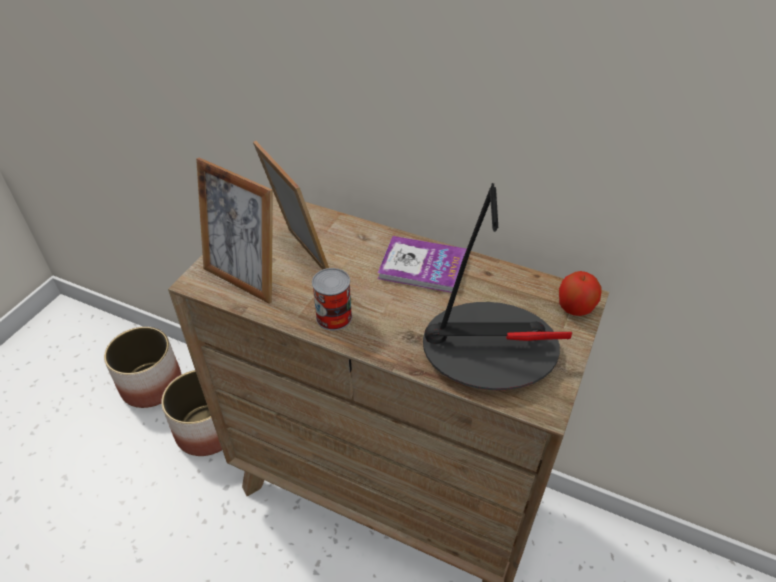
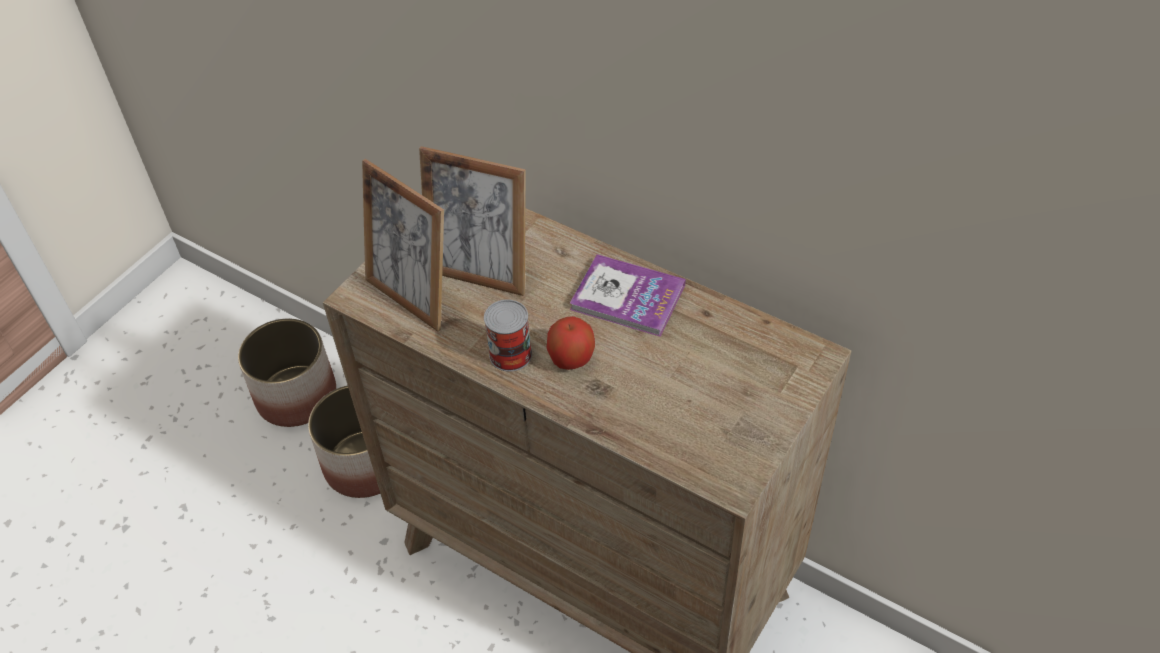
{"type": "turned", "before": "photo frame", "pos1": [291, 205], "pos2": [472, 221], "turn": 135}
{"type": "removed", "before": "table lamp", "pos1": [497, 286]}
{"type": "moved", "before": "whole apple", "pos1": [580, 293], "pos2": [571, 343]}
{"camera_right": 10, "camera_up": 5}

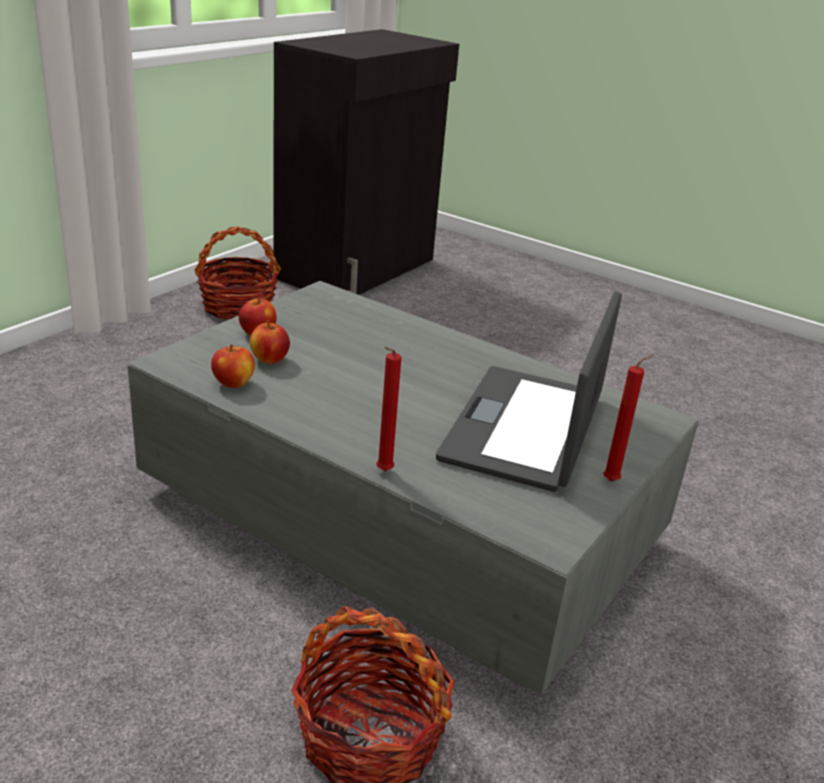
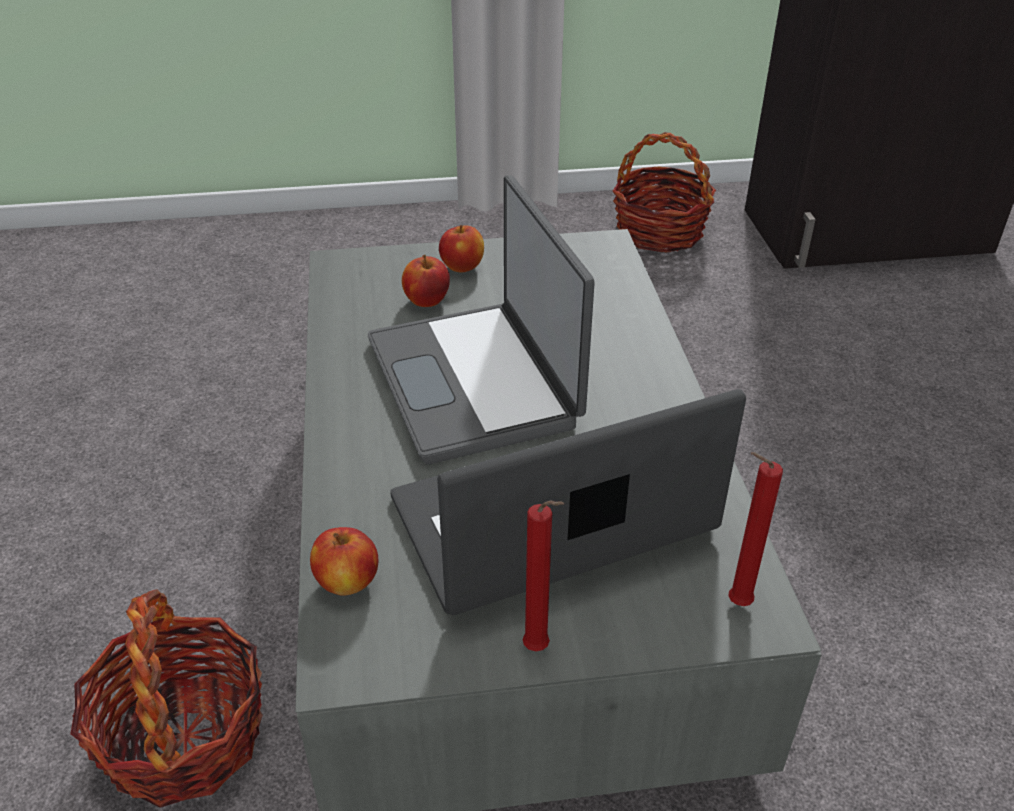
{"type": "moved", "before": "whole apple", "pos1": [233, 366], "pos2": [344, 561]}
{"type": "moved", "before": "candle in red-coloured", "pos1": [389, 409], "pos2": [755, 529]}
{"type": "added", "after": "laptop", "pos2": [481, 319]}
{"camera_right": 50, "camera_up": 10}

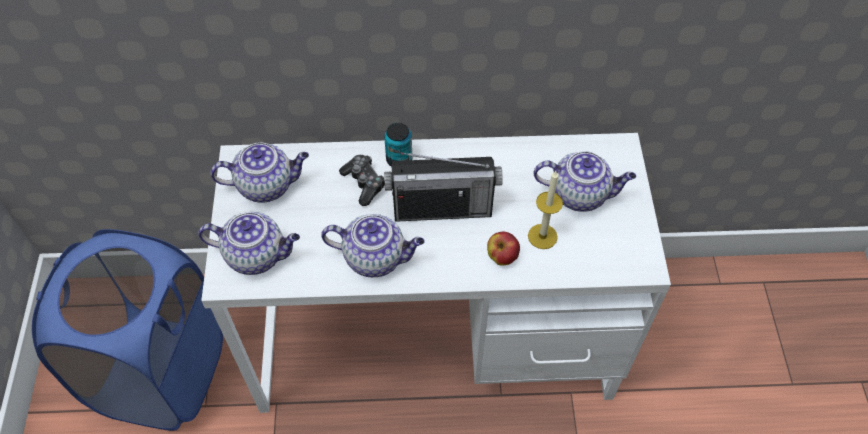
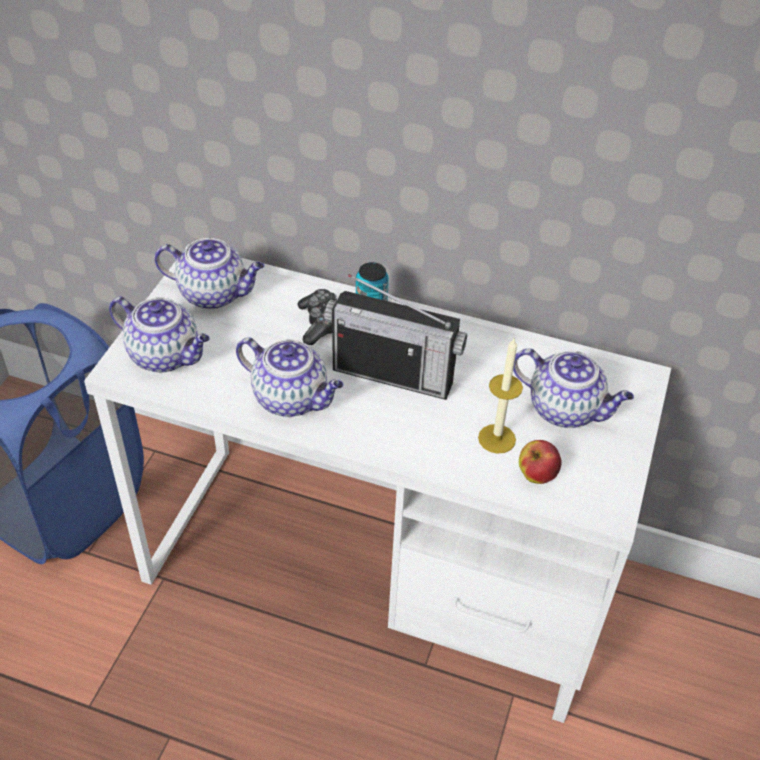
{"type": "moved", "before": "whole apple", "pos1": [503, 248], "pos2": [540, 462]}
{"camera_right": 20, "camera_up": -10}

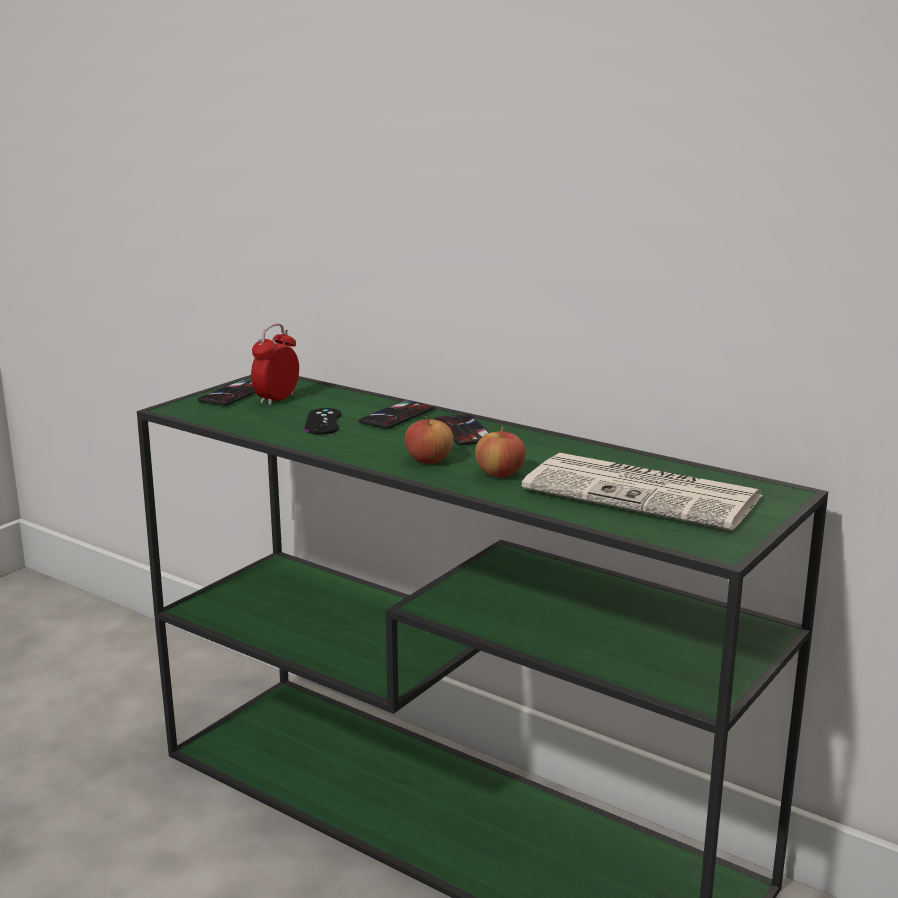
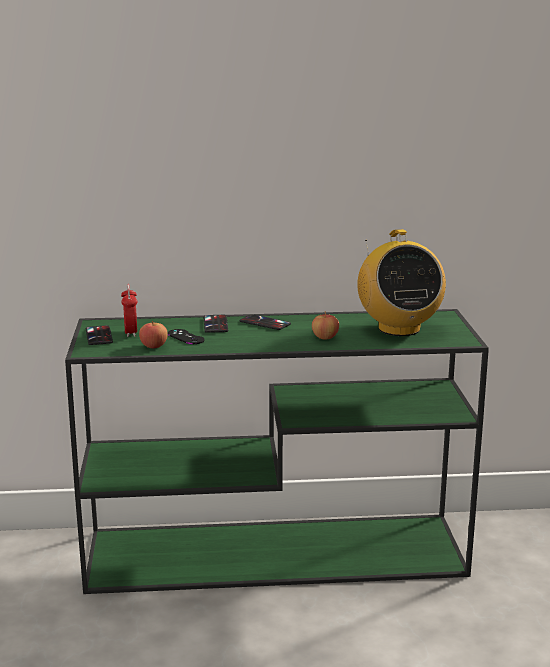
{"type": "moved", "before": "whole apple", "pos1": [429, 440], "pos2": [153, 334]}
{"type": "replaced", "before": "newspaper", "after": "radio set", "pos1": [642, 492], "pos2": [401, 282]}
{"camera_right": -40, "camera_up": 0}

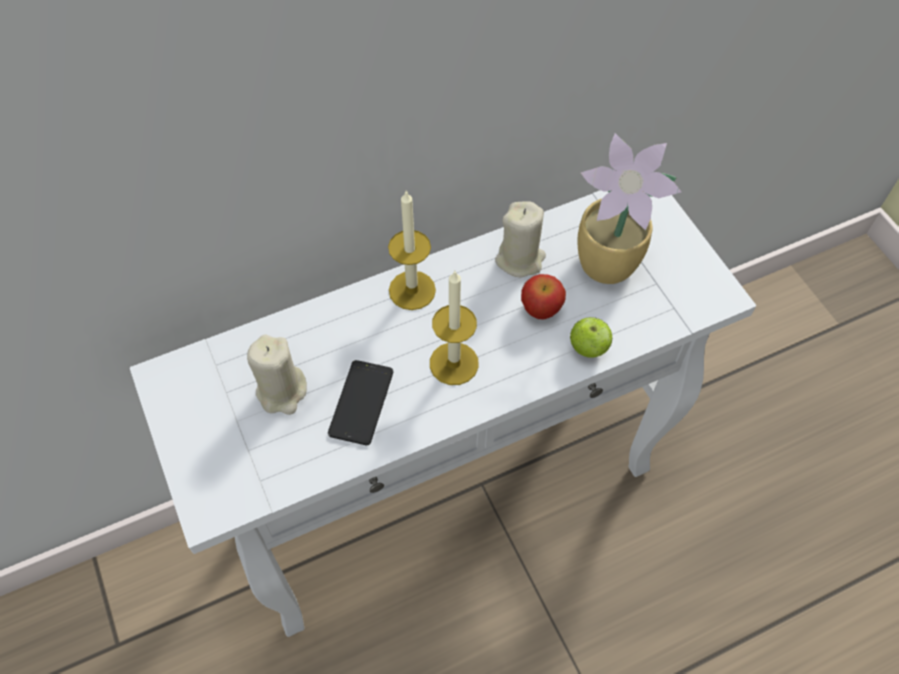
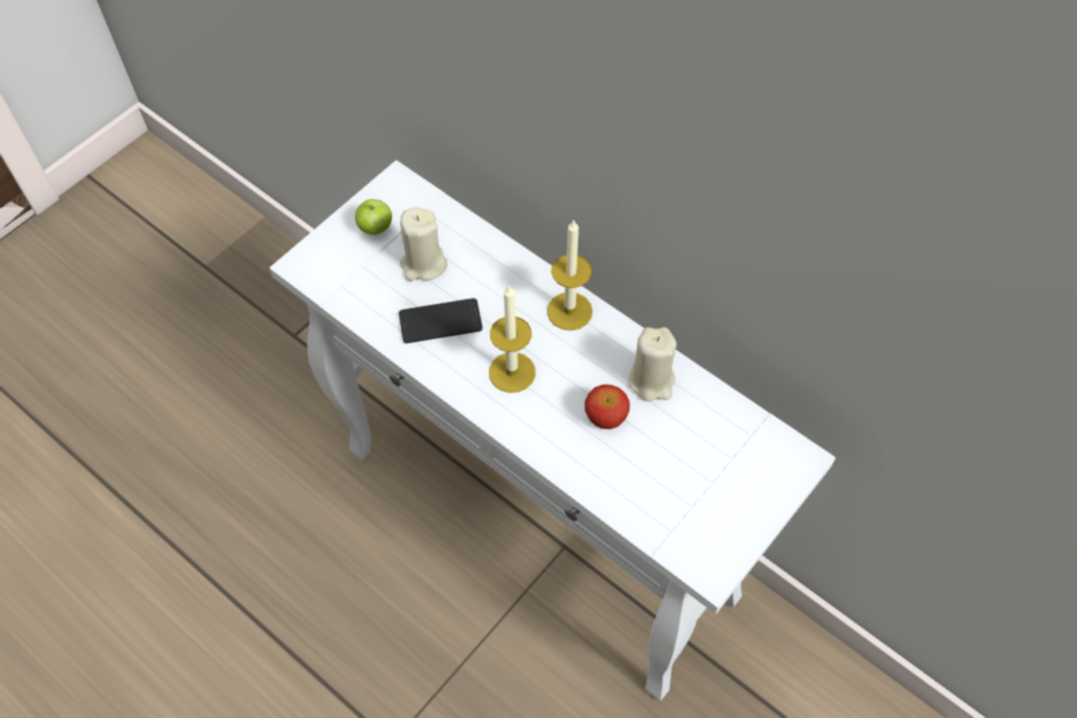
{"type": "moved", "before": "whole apple", "pos1": [591, 337], "pos2": [373, 217]}
{"type": "removed", "before": "houseplant", "pos1": [629, 208]}
{"camera_right": 65, "camera_up": 0}

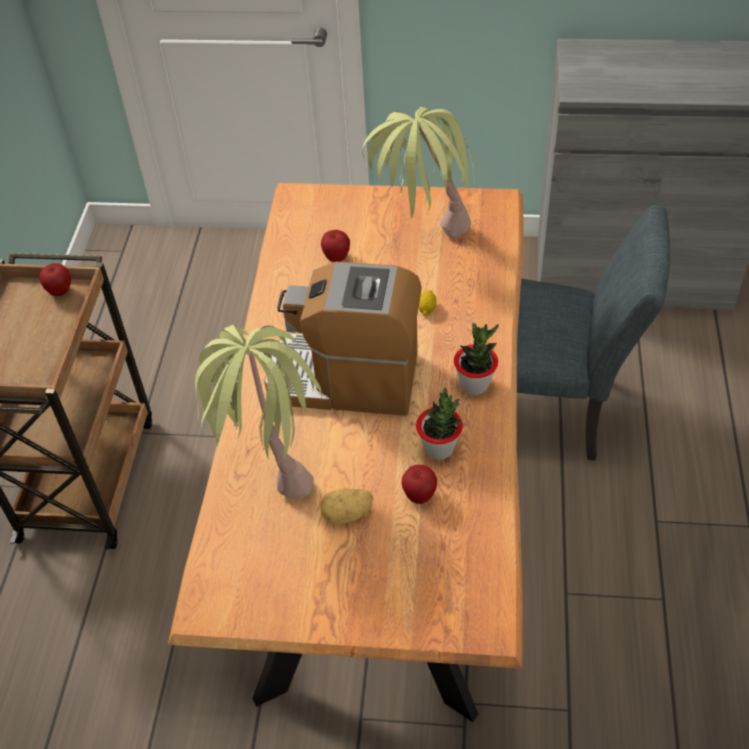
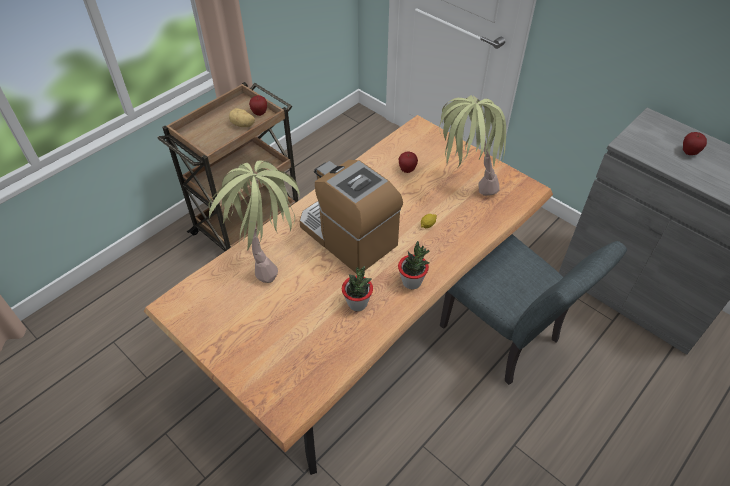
{"type": "moved", "before": "spud", "pos1": [346, 506], "pos2": [242, 117]}
{"type": "moved", "before": "whole apple", "pos1": [419, 484], "pos2": [695, 143]}
{"camera_right": 35, "camera_up": 0}

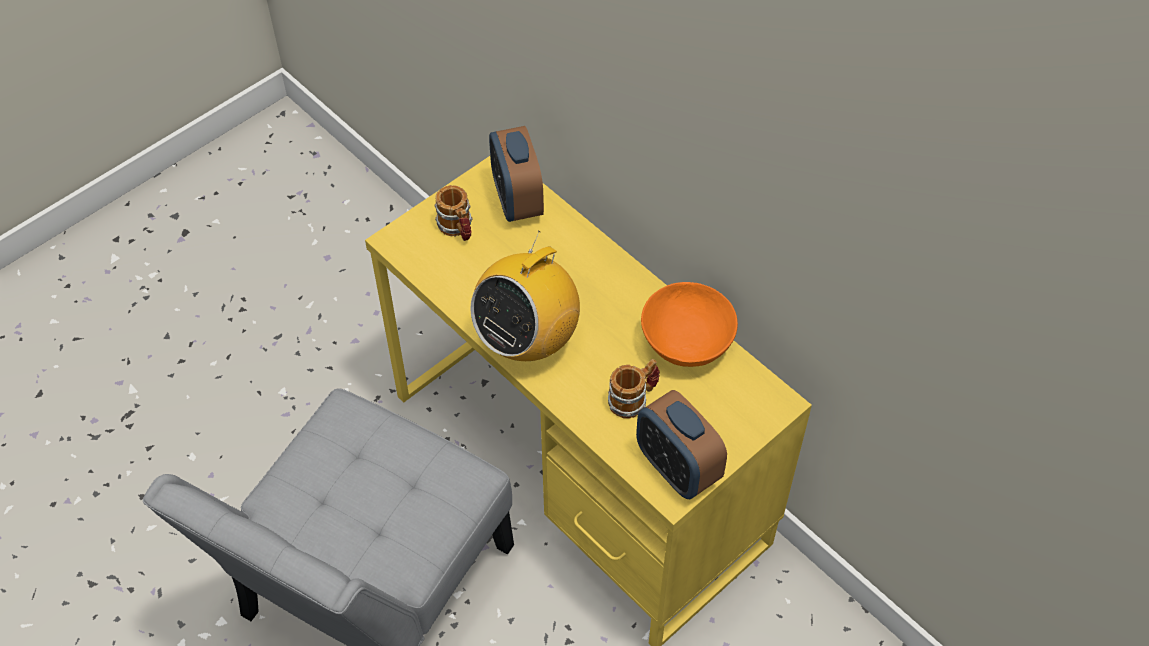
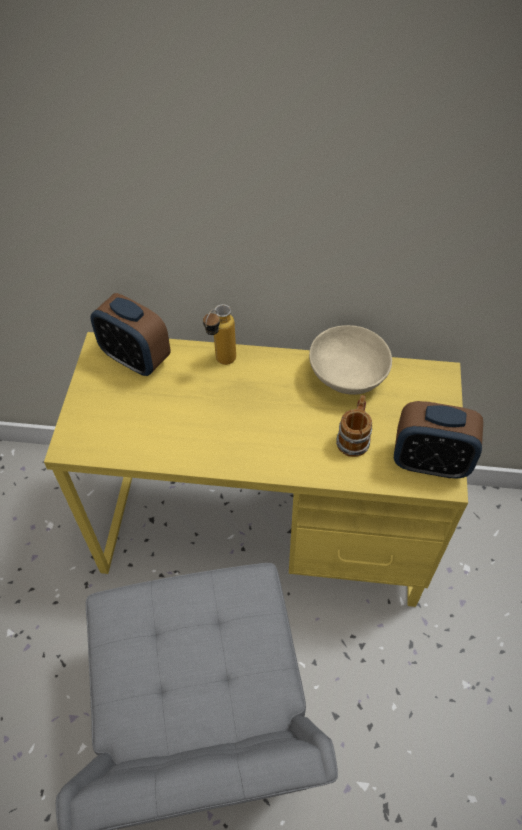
{"type": "removed", "before": "mug", "pos1": [453, 213]}
{"type": "removed", "before": "radio set", "pos1": [525, 296]}
{"type": "recoloured", "before": "bowl in orangey", "after": "bowl in beige-coloured", "pos1": [689, 324], "pos2": [350, 360]}
{"type": "added", "after": "beverage bottle", "pos2": [219, 334]}
{"camera_right": -40, "camera_up": 0}

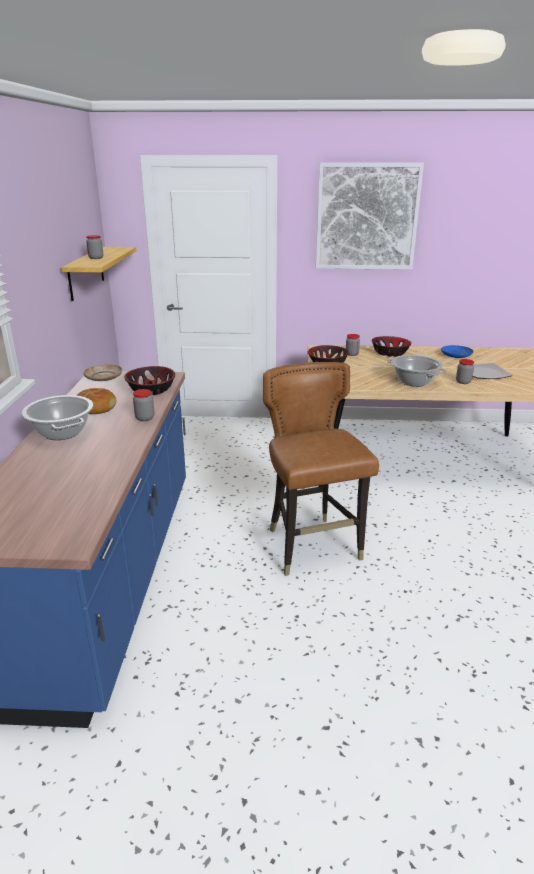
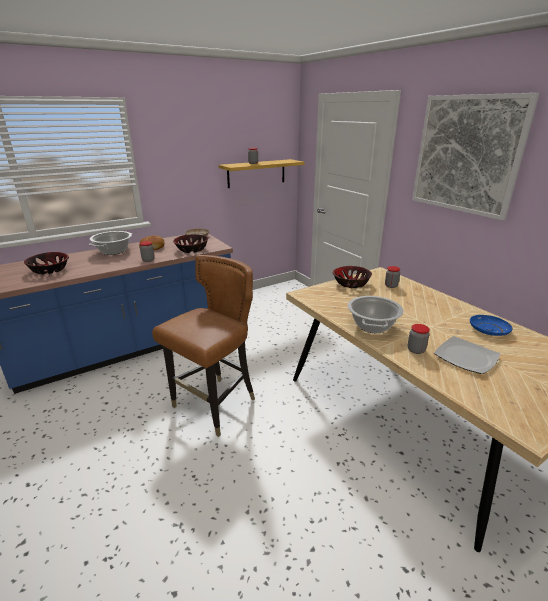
{"type": "moved", "before": "bowl", "pos1": [391, 346], "pos2": [46, 263]}
{"camera_right": 55, "camera_up": 0}

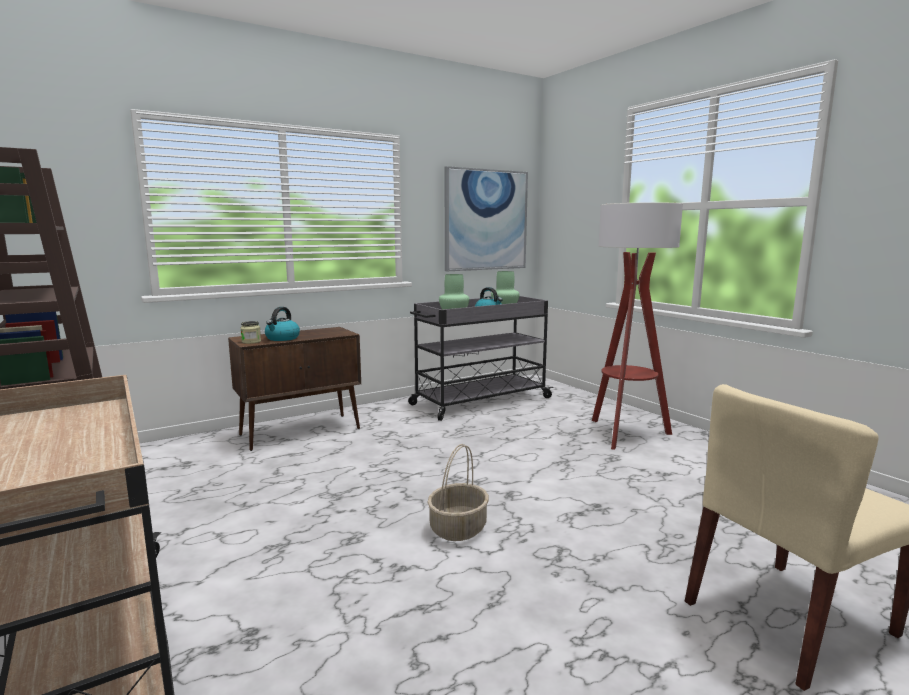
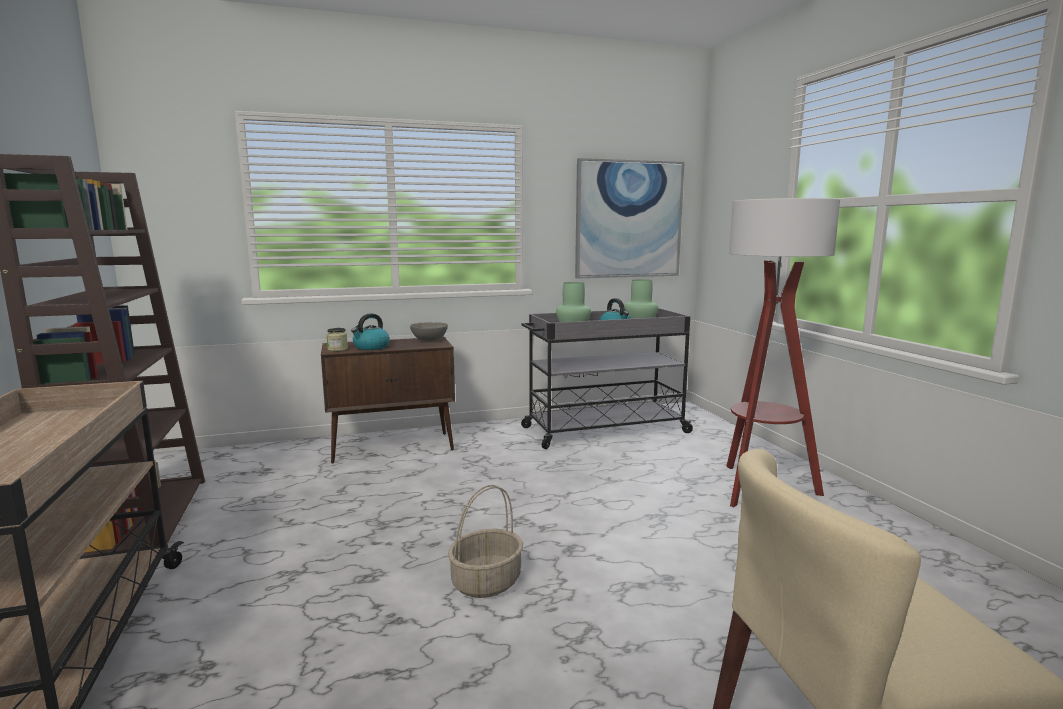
{"type": "added", "after": "bowl in grey", "pos2": [429, 331]}
{"camera_right": 15, "camera_up": 0}

